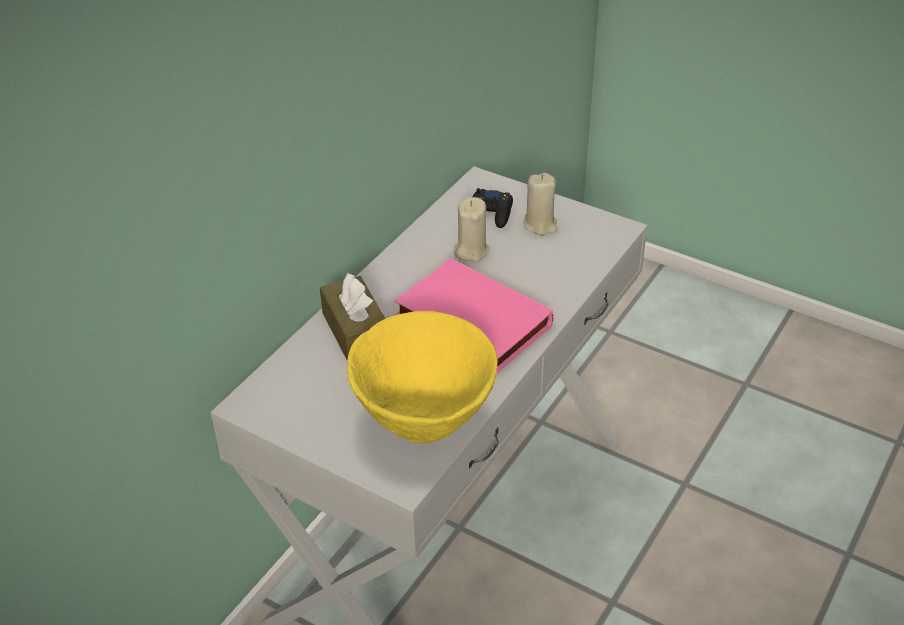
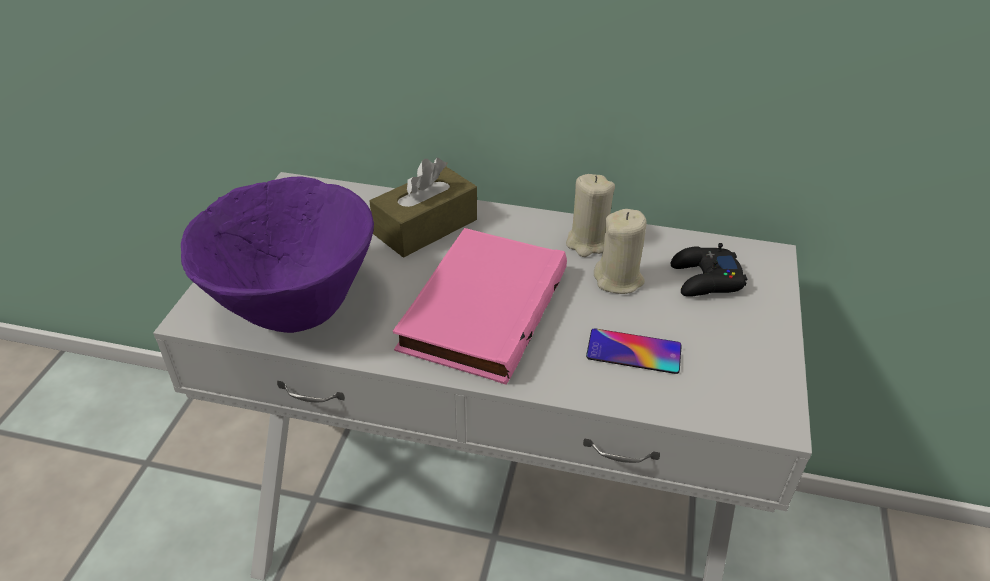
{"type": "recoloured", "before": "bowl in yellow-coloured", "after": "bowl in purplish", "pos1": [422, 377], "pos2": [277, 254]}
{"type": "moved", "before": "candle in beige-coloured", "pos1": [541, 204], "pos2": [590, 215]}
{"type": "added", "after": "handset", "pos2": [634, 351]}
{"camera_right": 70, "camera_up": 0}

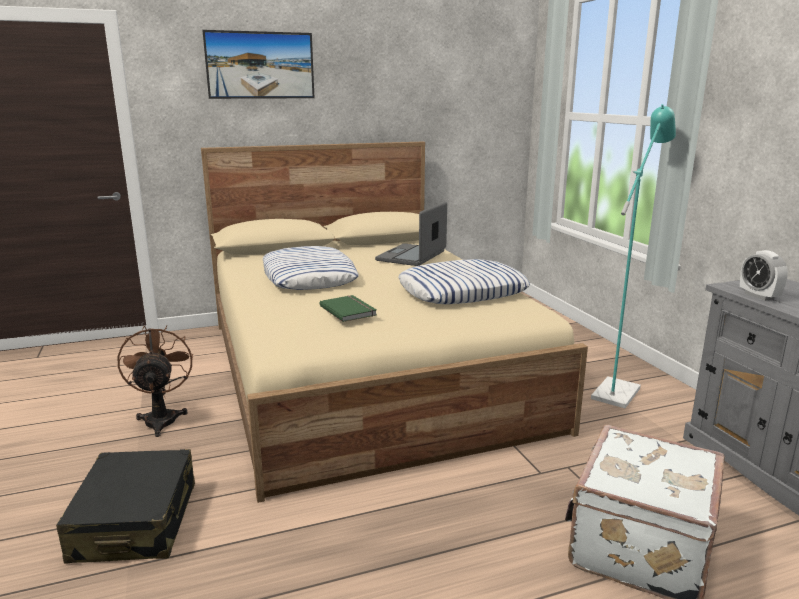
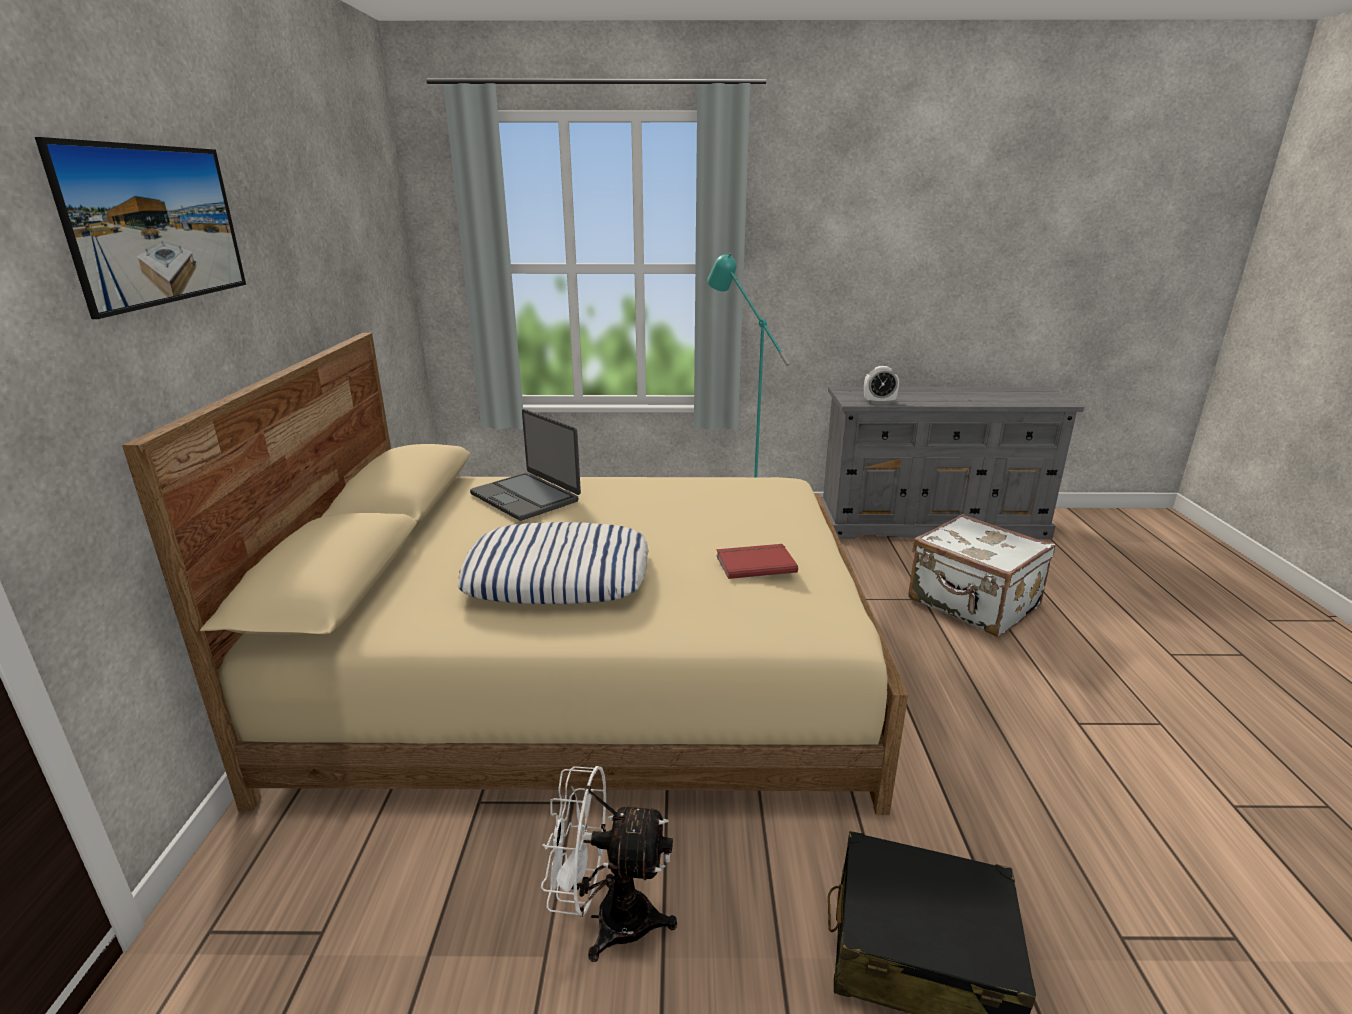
{"type": "recoloured", "before": "electric fan in brown", "after": "electric fan in white", "pos1": [155, 381], "pos2": [609, 864]}
{"type": "recoloured", "before": "bound book in green-coloured", "after": "bound book in red-coloured", "pos1": [348, 308], "pos2": [757, 561]}
{"type": "removed", "before": "cushion", "pos1": [464, 281]}
{"camera_right": -70, "camera_up": 5}

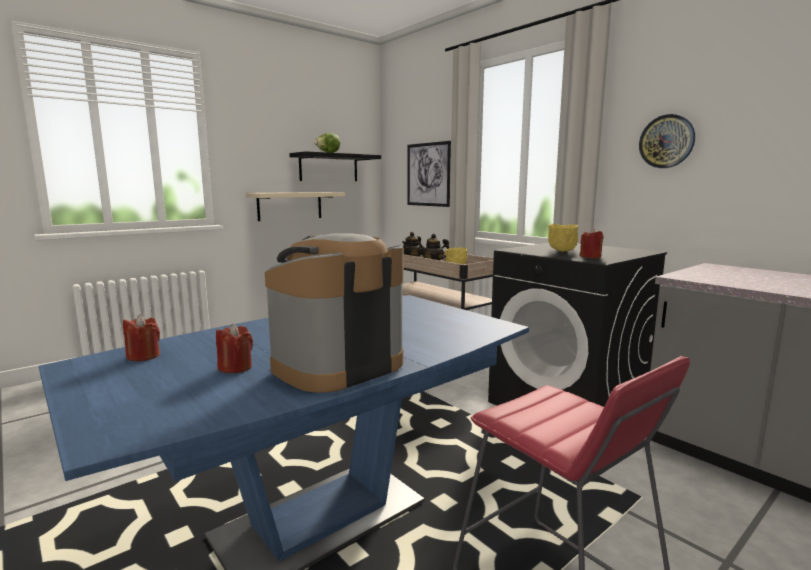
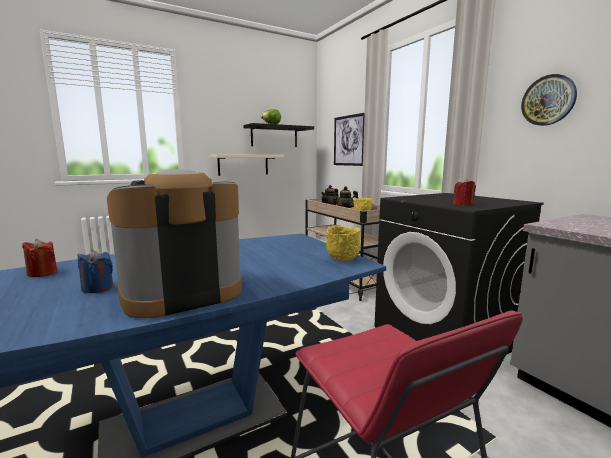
{"type": "recoloured", "before": "candle in red-coloured", "after": "candle in blue", "pos1": [234, 348], "pos2": [95, 271]}
{"type": "moved", "before": "bowl in yellow-coloured", "pos1": [563, 238], "pos2": [343, 243]}
{"camera_right": 10, "camera_up": 0}

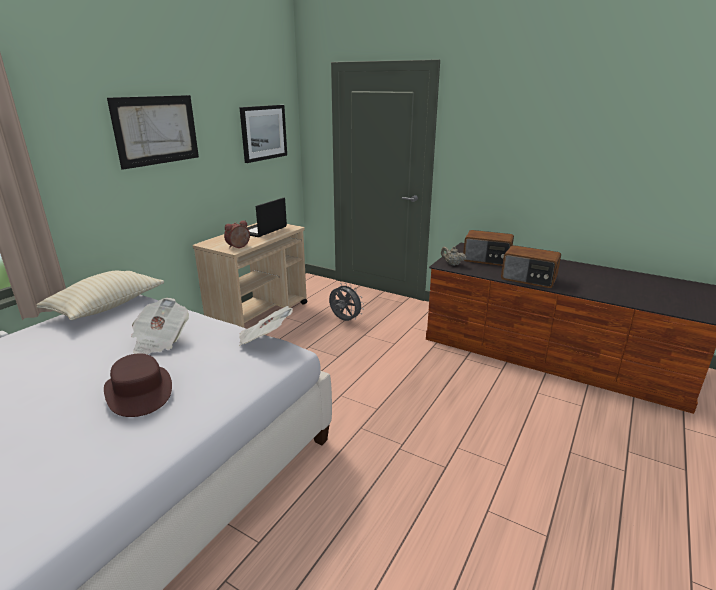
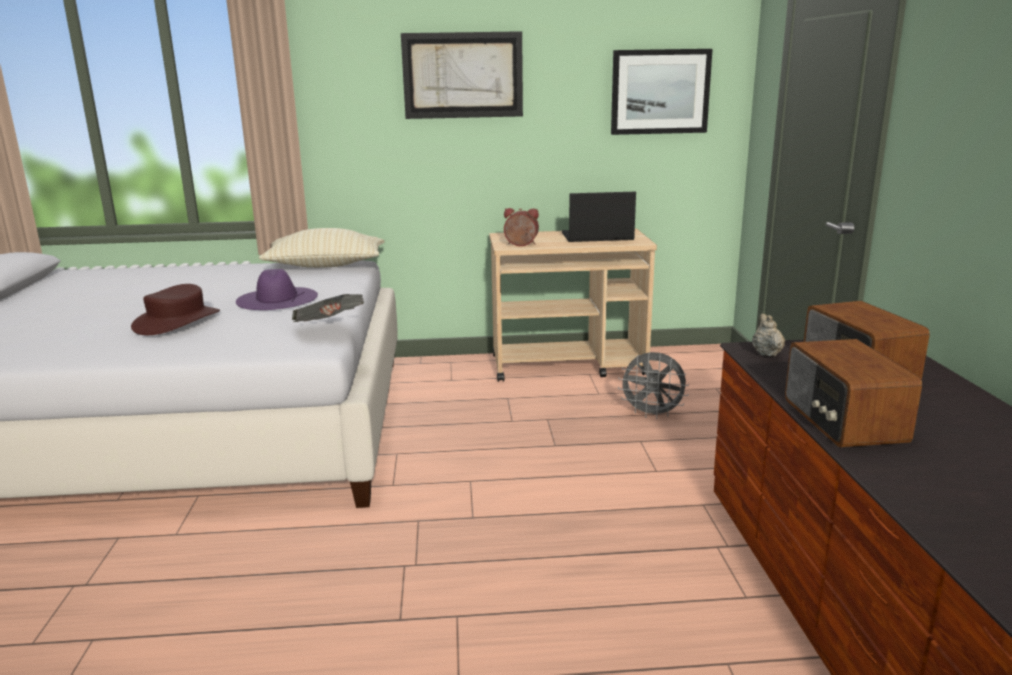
{"type": "replaced", "before": "newspaper", "after": "wearable hat in purplish", "pos1": [160, 326], "pos2": [277, 289]}
{"type": "turned", "before": "electric fan in grey", "pos1": [346, 302], "pos2": [653, 385], "turn": 105}
{"camera_right": 55, "camera_up": -5}

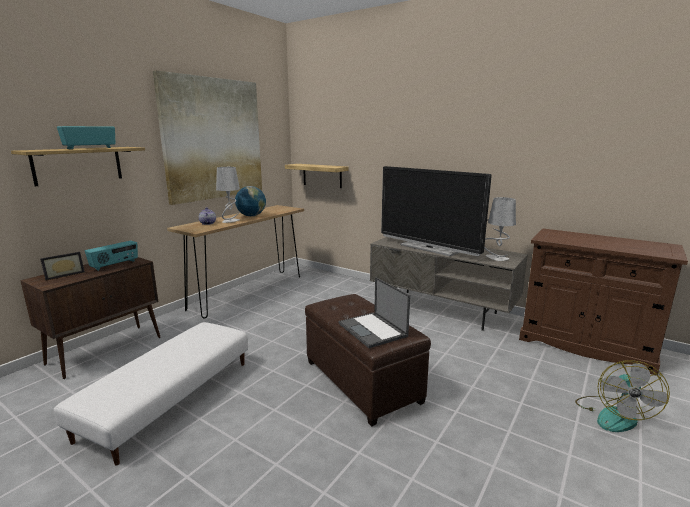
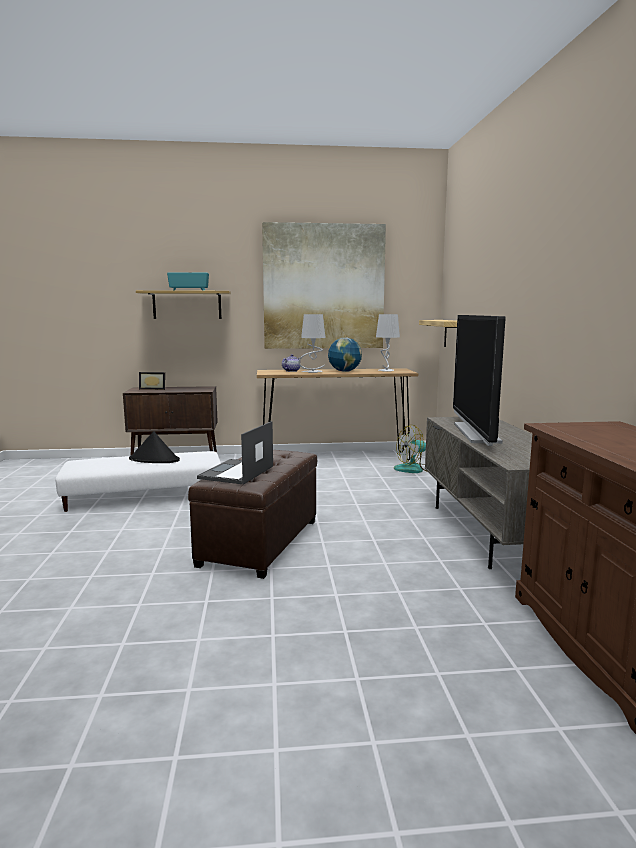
{"type": "removed", "before": "radio set", "pos1": [111, 256]}
{"type": "moved", "before": "table lamp in grey", "pos1": [500, 229], "pos2": [388, 343]}
{"type": "moved", "before": "electric fan", "pos1": [622, 396], "pos2": [410, 449]}
{"type": "added", "after": "wearable hat in black-coloured", "pos2": [154, 447]}
{"camera_right": 50, "camera_up": -5}

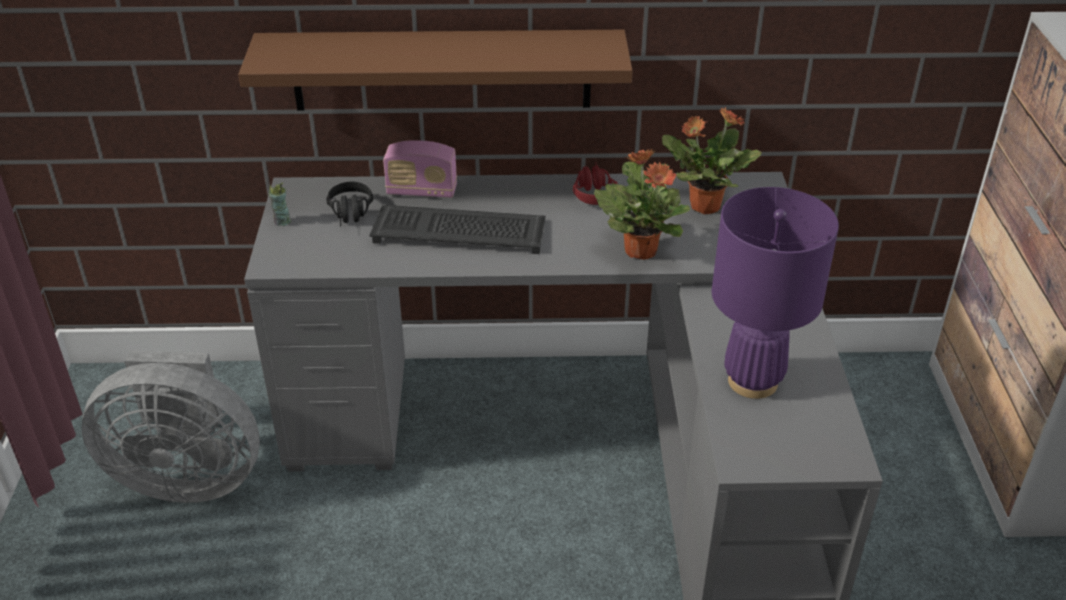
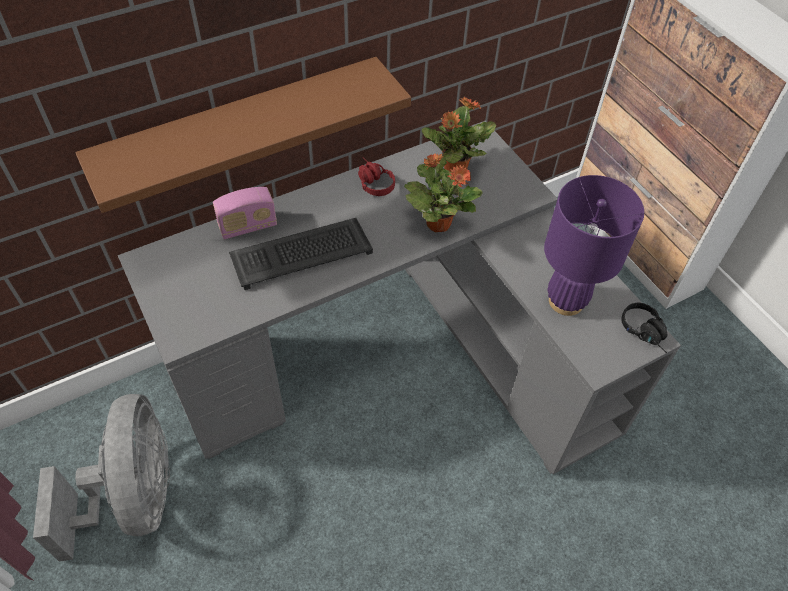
{"type": "turned", "before": "electric fan in grey", "pos1": [171, 427], "pos2": [101, 478], "turn": -75}
{"type": "removed", "before": "small cup", "pos1": [279, 204]}
{"type": "moved", "before": "headset in black-coloured", "pos1": [349, 204], "pos2": [644, 328]}
{"camera_right": -30, "camera_up": 15}

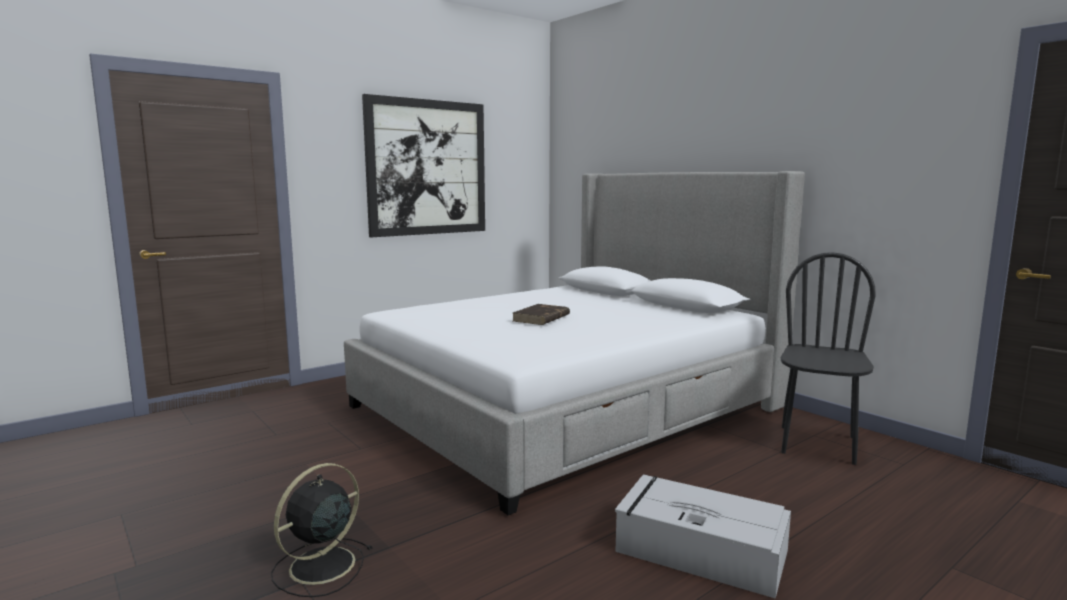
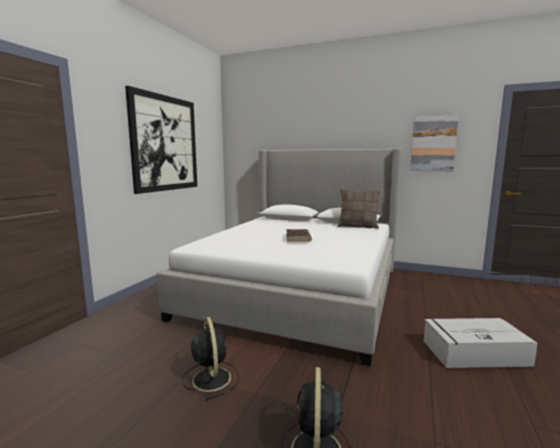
{"type": "removed", "before": "plain chair in black-coloured", "pos1": [828, 358]}
{"type": "added", "after": "electric fan in black-coloured", "pos2": [210, 359]}
{"type": "added", "after": "cushion", "pos2": [359, 209]}
{"type": "added", "after": "wall art", "pos2": [434, 143]}
{"camera_right": -30, "camera_up": 0}

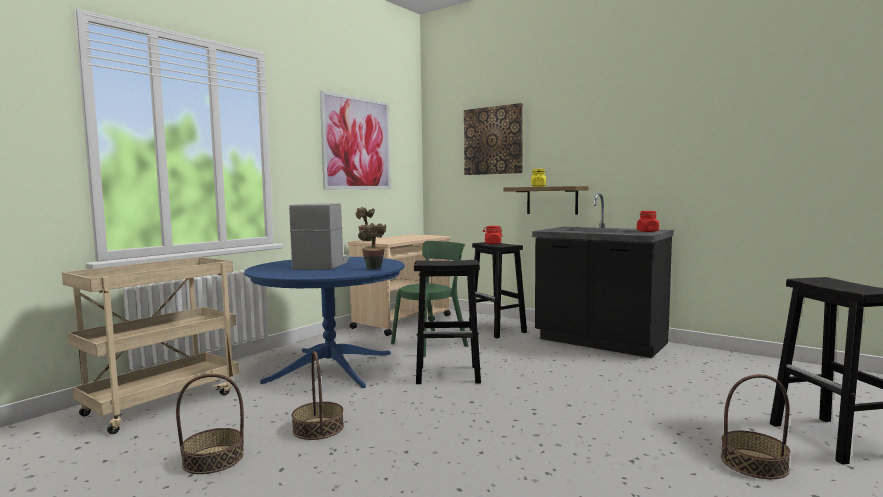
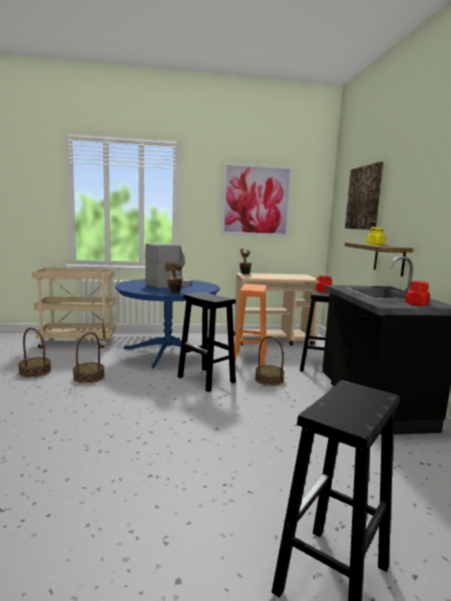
{"type": "replaced", "before": "plain chair in green-coloured", "after": "stool in orangey", "pos1": [429, 299], "pos2": [250, 325]}
{"type": "moved", "before": "basket", "pos1": [756, 426], "pos2": [269, 361]}
{"camera_right": 45, "camera_up": 5}

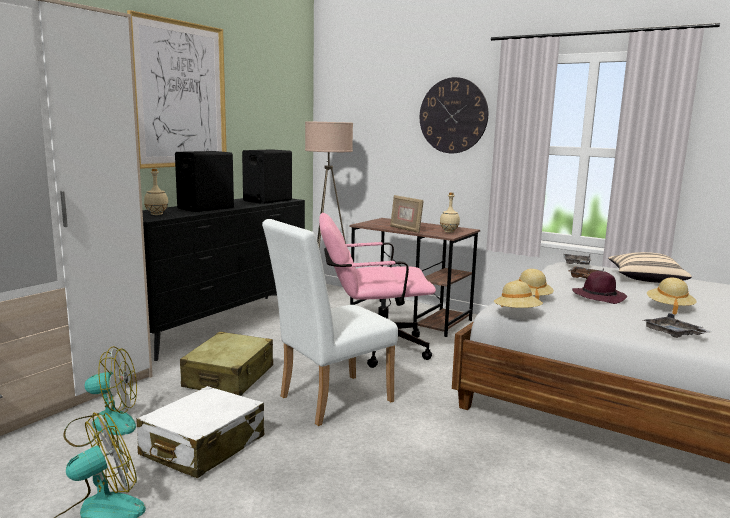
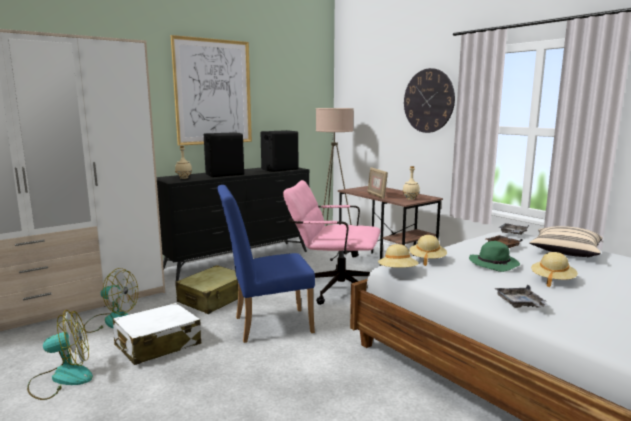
{"type": "recoloured", "before": "plain chair in white", "after": "plain chair in blue", "pos1": [330, 322], "pos2": [266, 264]}
{"type": "recoloured", "before": "wearable hat in purplish", "after": "wearable hat in green-coloured", "pos1": [599, 287], "pos2": [494, 256]}
{"camera_right": 20, "camera_up": 0}

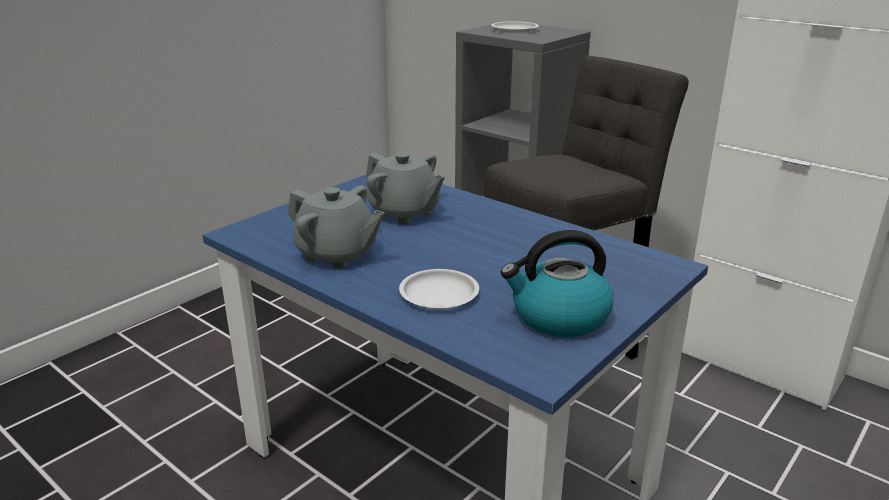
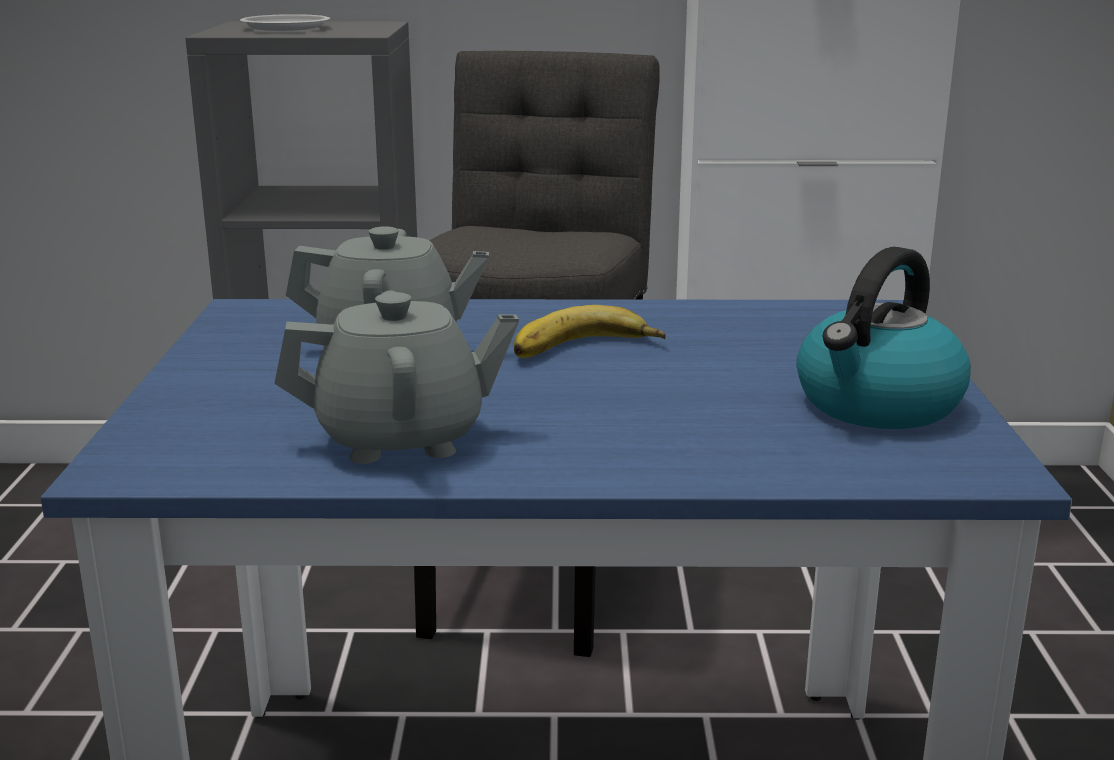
{"type": "removed", "before": "flat dish in white", "pos1": [439, 289]}
{"type": "added", "after": "banana fruit", "pos2": [590, 331]}
{"camera_right": -40, "camera_up": -5}

